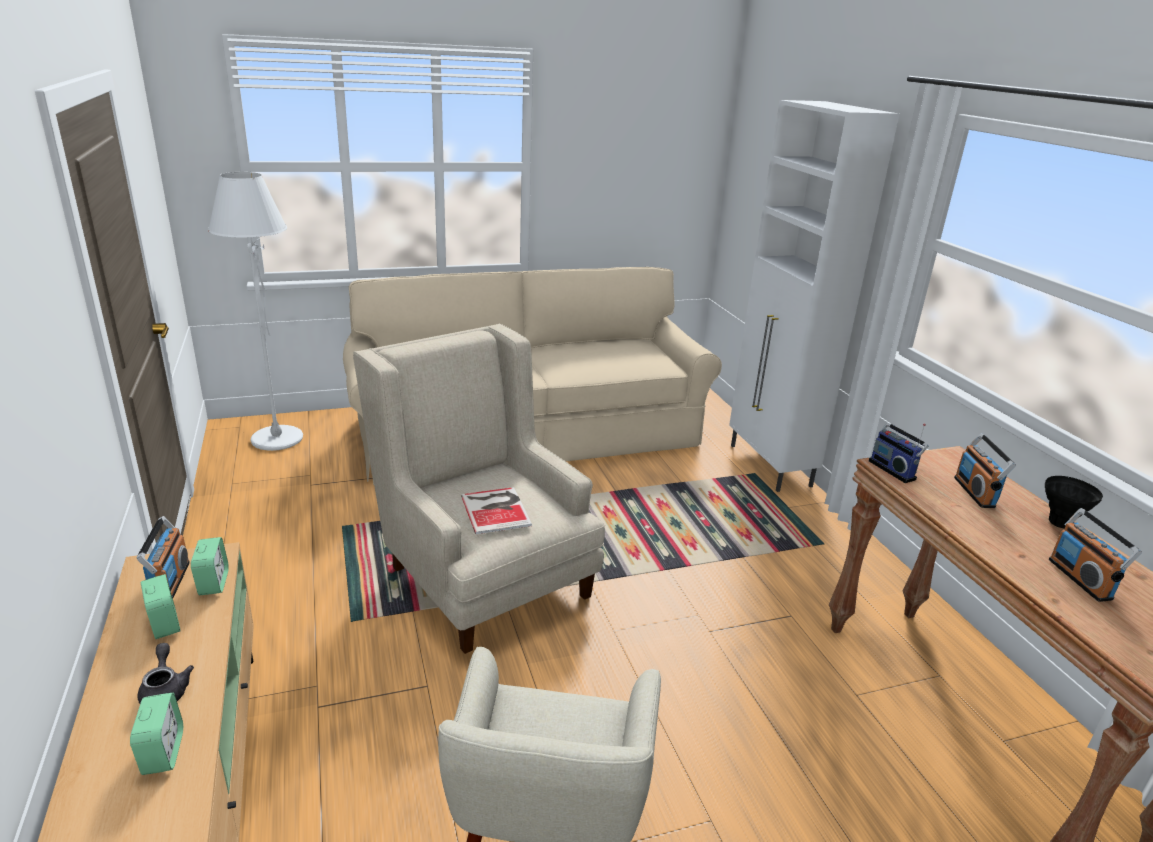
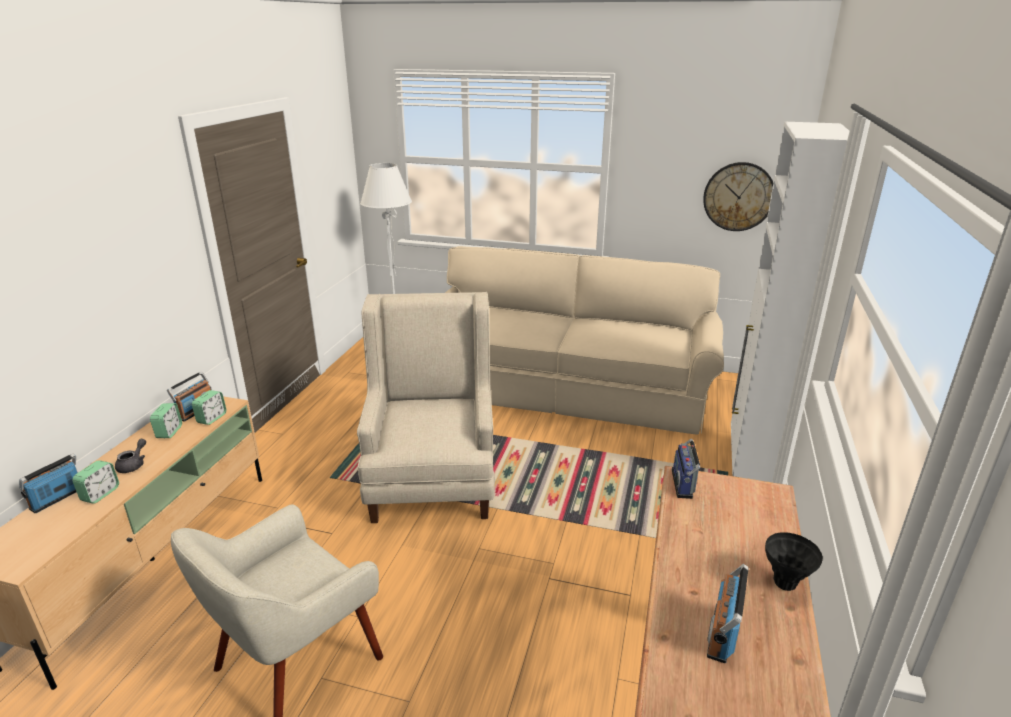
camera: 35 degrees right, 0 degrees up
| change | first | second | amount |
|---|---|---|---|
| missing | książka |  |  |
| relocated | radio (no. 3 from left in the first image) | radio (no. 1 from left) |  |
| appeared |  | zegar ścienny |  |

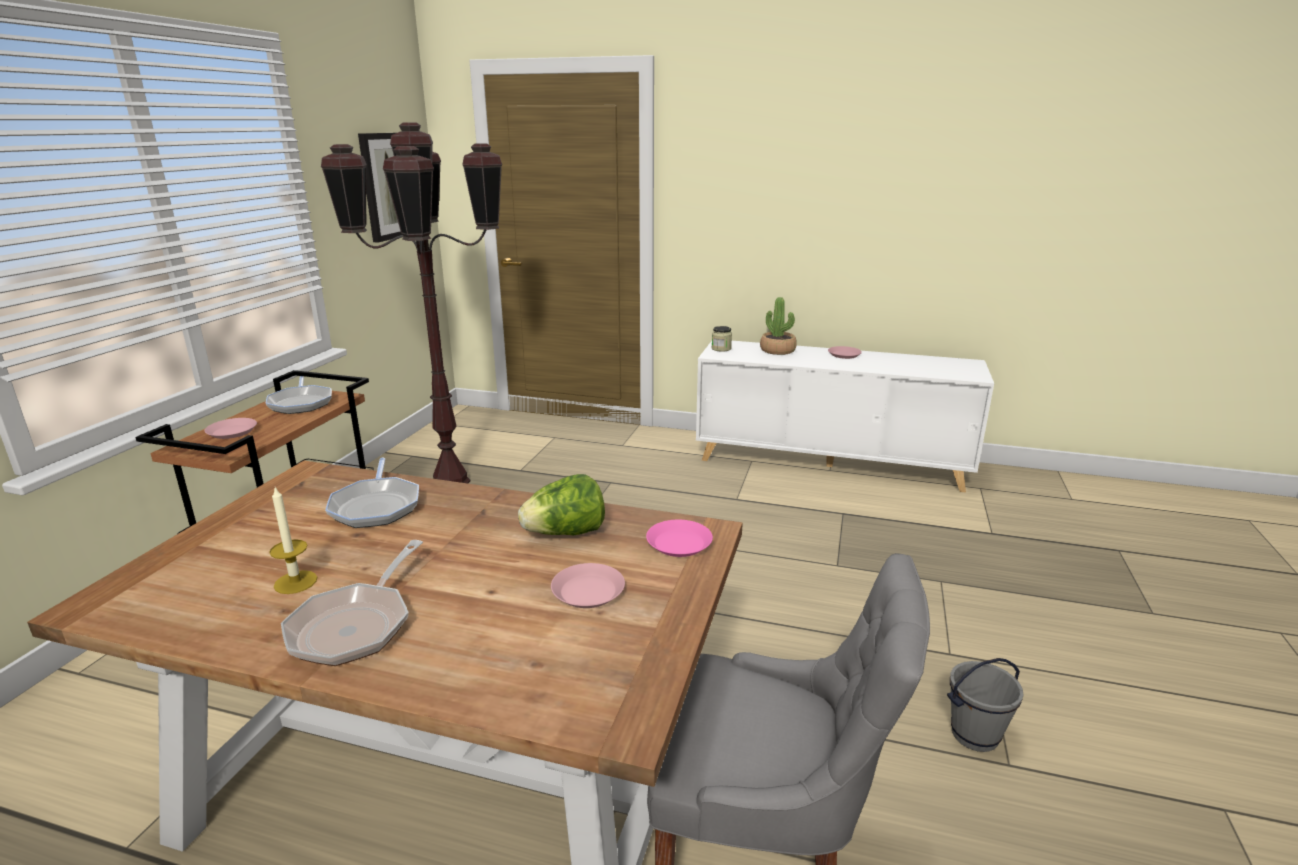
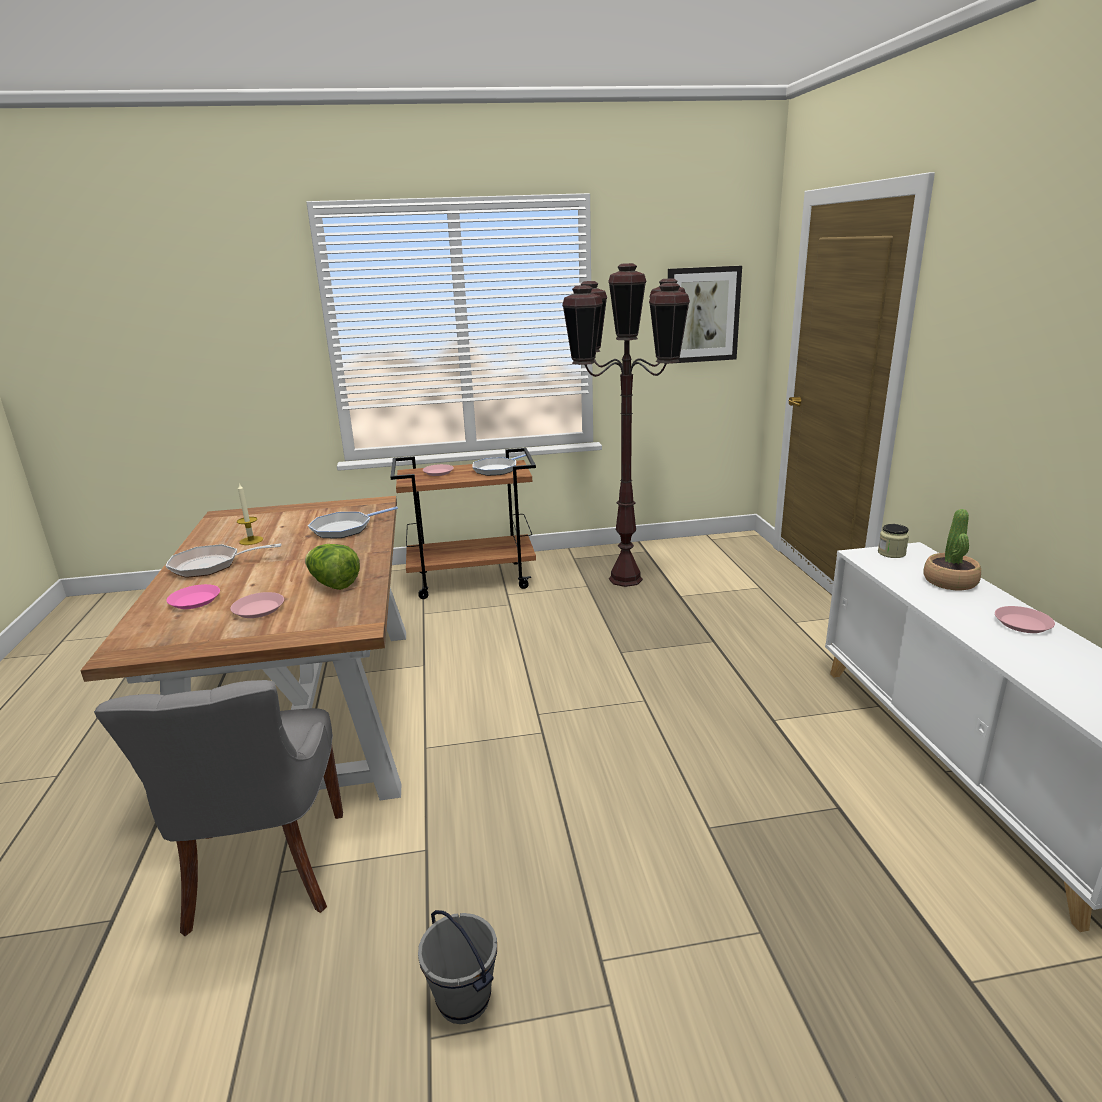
camera: 65 degrees right, 0 degrees up
| change | first | second | amount |
|---|---|---|---|
| relocated | talerz [różowy] (no. 3 from left in the first image) | talerz [różowy] (no. 1 from left) |  |

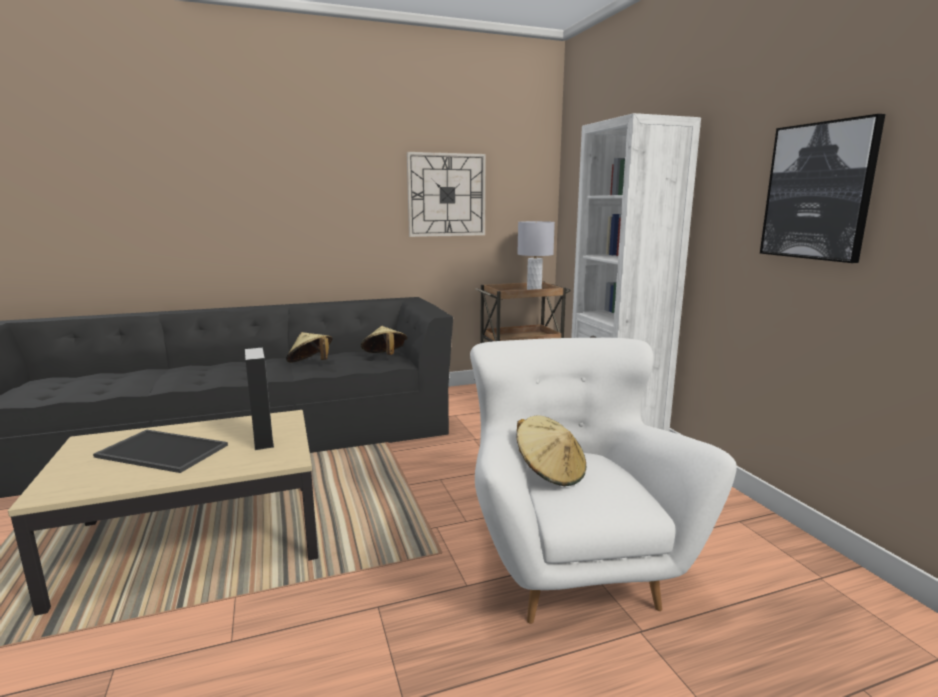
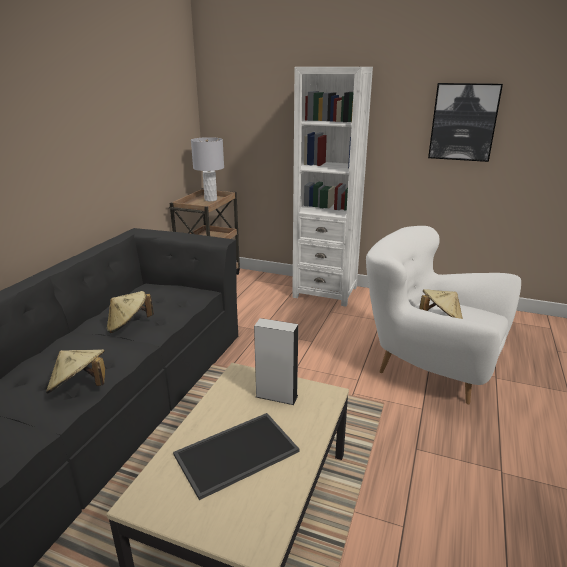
camera: 50 degrees left, 10 degrees up
| change | first | second | amount |
|---|---|---|---|
| relocated | kapelusz [beżowy] (no. 2 from left in the first image) | kapelusz [beżowy] (no. 1 from left) |  |
| missing | zegar ścienny |  |  |

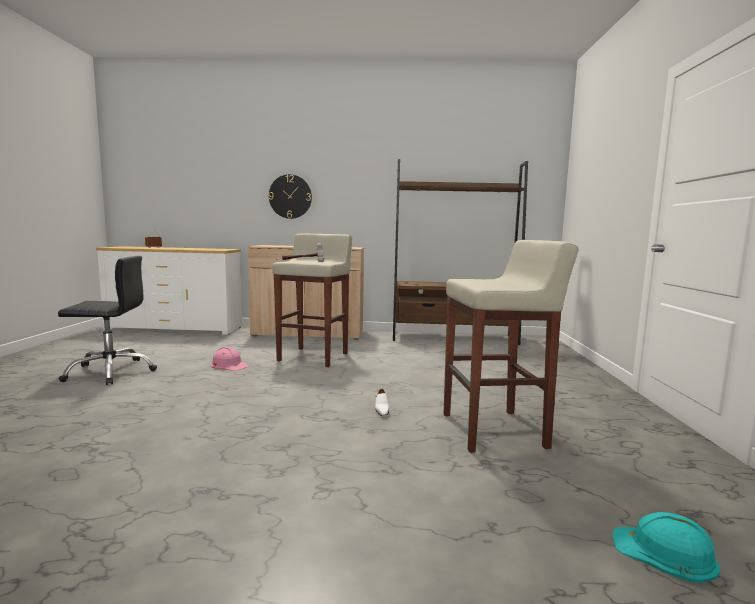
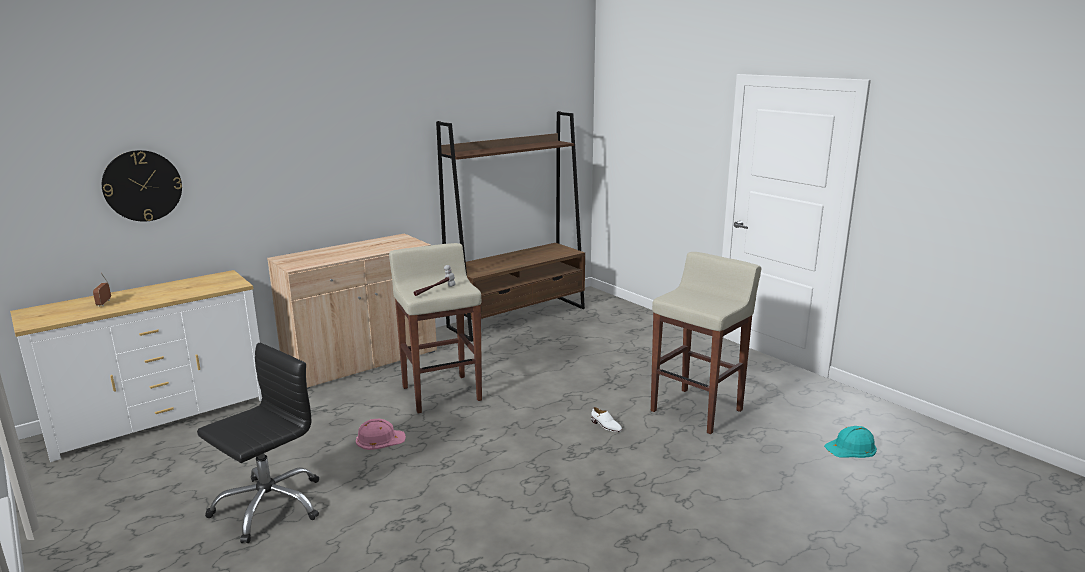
camera: 40 degrees left, 10 degrees up
| change | first | second | amount |
|---|---|---|---|
| relocated | zegar ścienny |  |  |

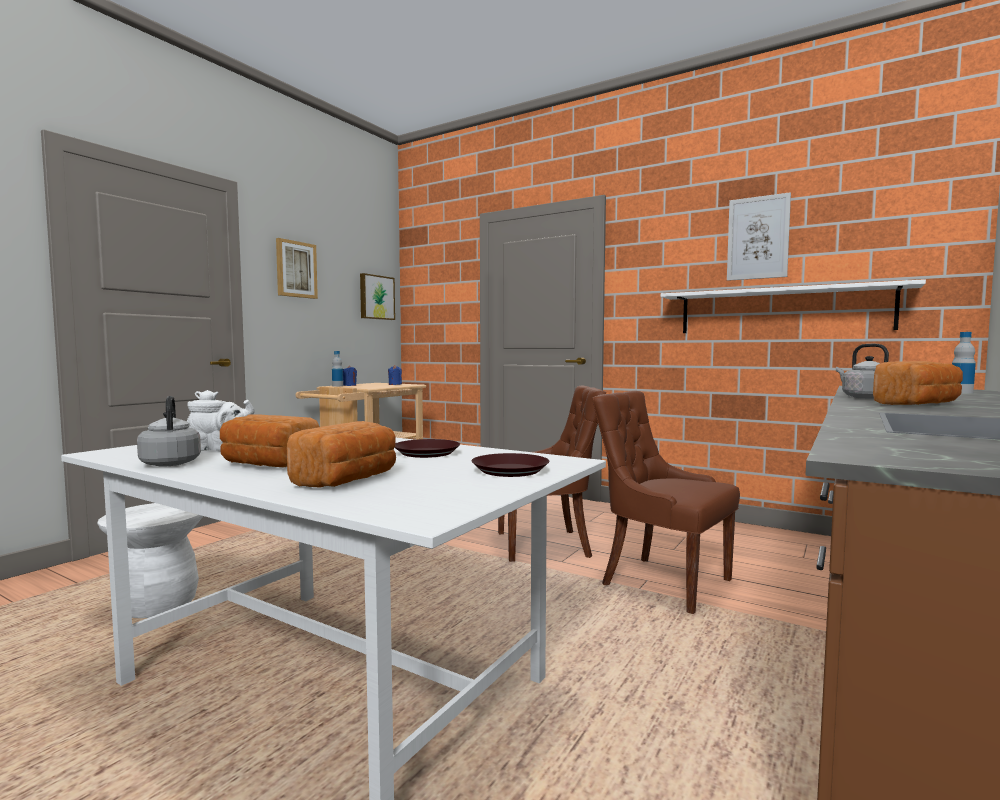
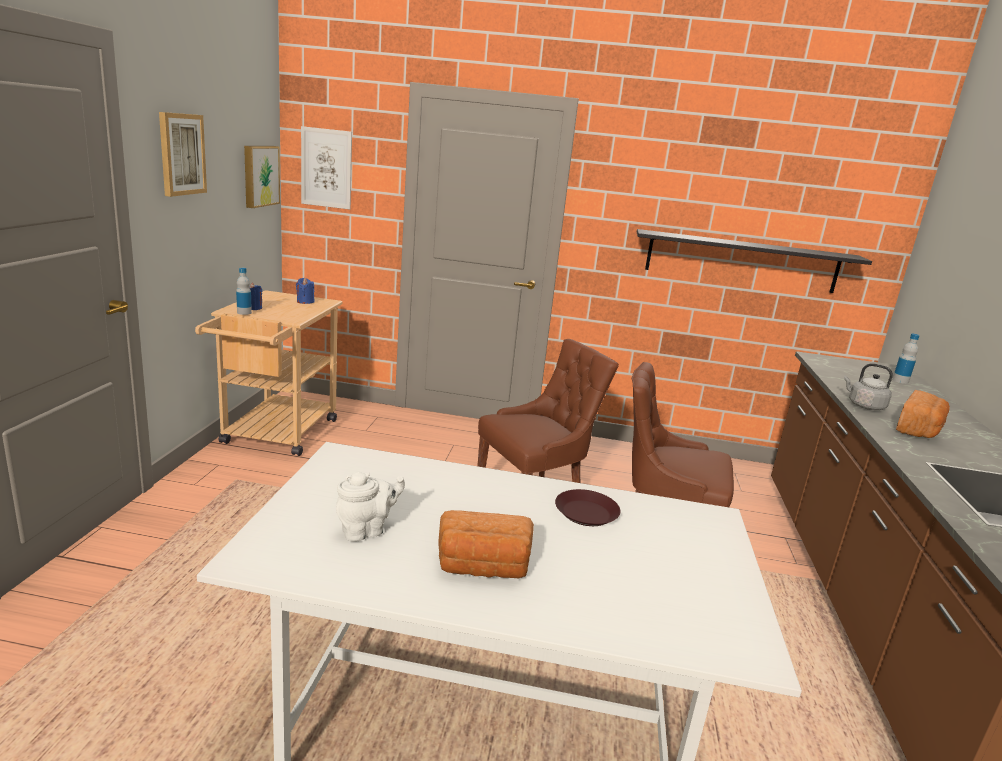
camera: 25 degrees left, 15 degrees up
| change | first | second | amount |
|---|---|---|---|
| missing | stołek [biały] |  |  |
| missing | czajnik [szary] (no. 1 from left) |  |  |
| missing | chleb (no. 2 from left) |  |  |
| missing | talerz [brązowy] (no. 2 from left) |  |  |
| colour | półka [biały] | półka [czarny] |  |
| relocated | obraz (no. 3 from left) |  |  |

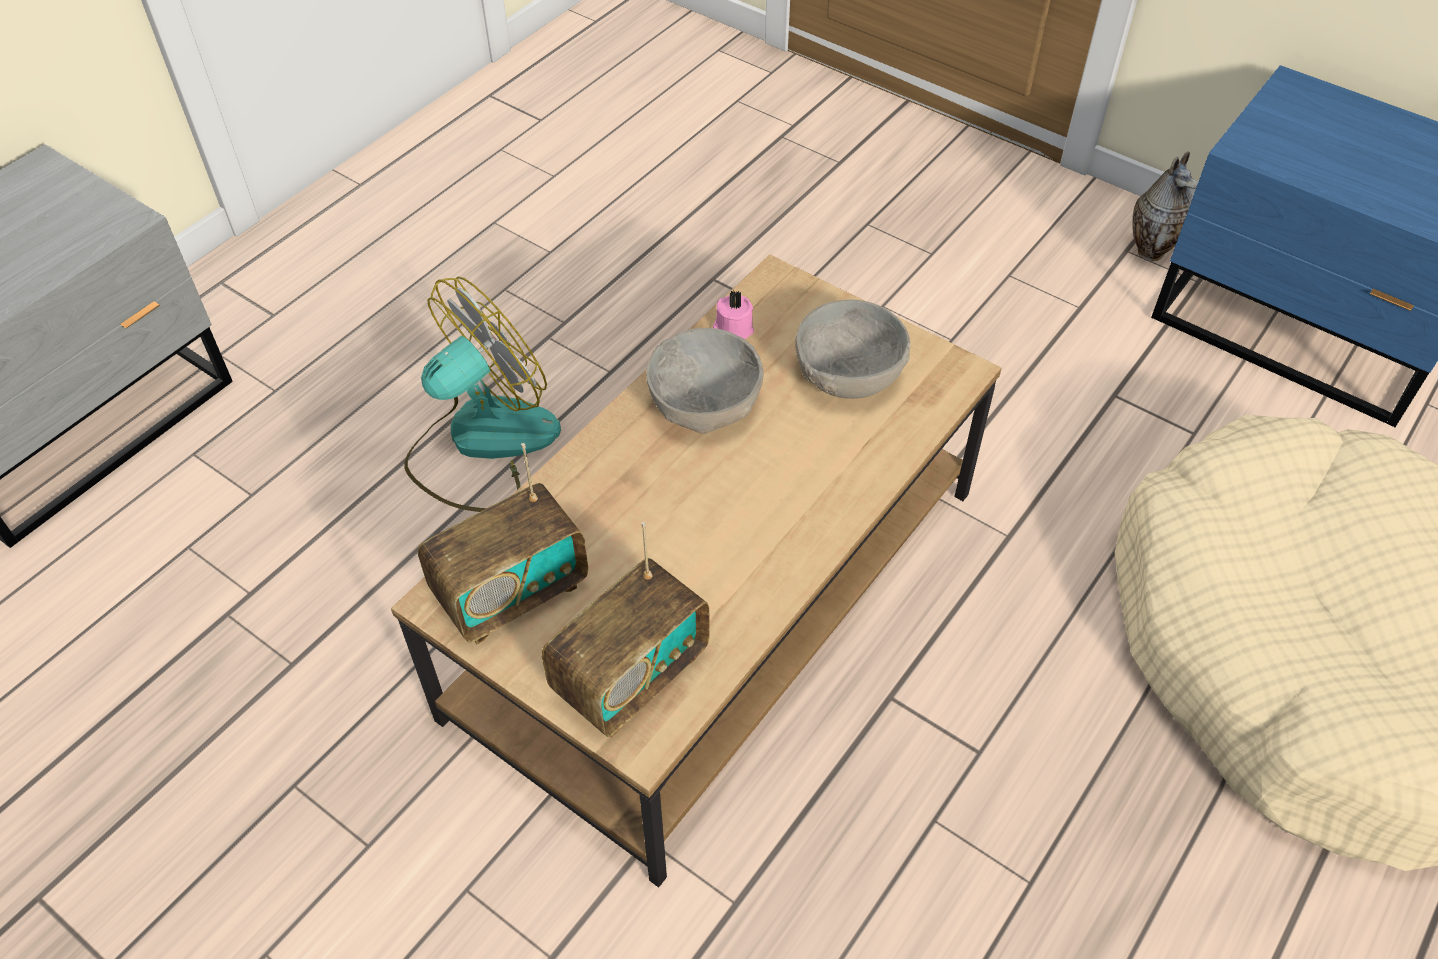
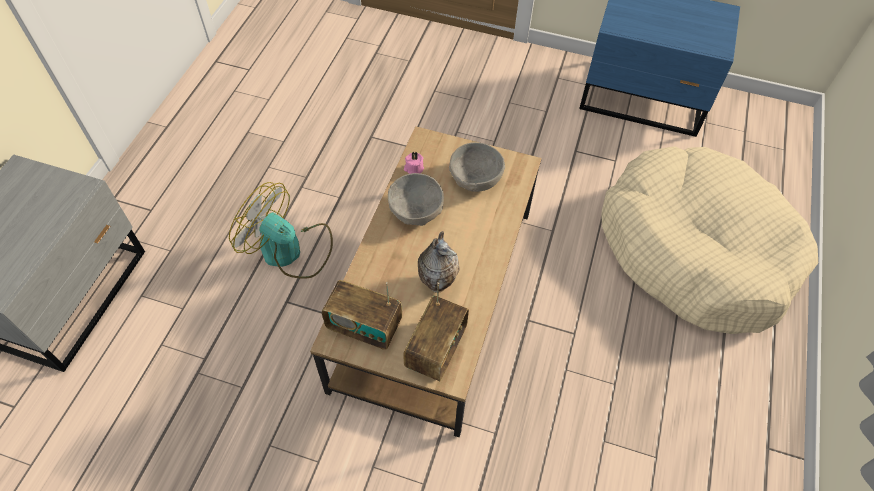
camera: 20 degrees left, 5 degrees up
| change | first | second | amount |
|---|---|---|---|
| spun | wentylator |  | 90 degrees counterclockwise |
| spun | radio (no. 1 from left) |  | 75 degrees clockwise |
| relocated | wazon |  |  |

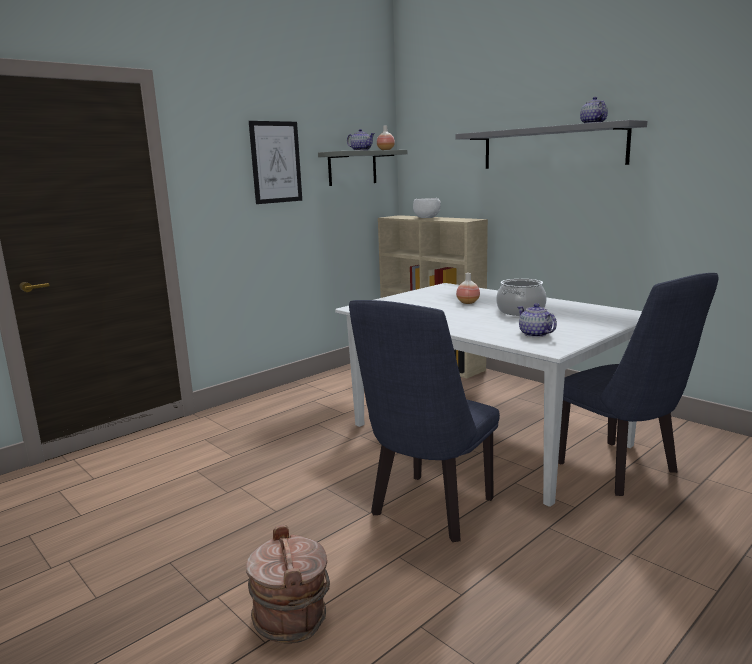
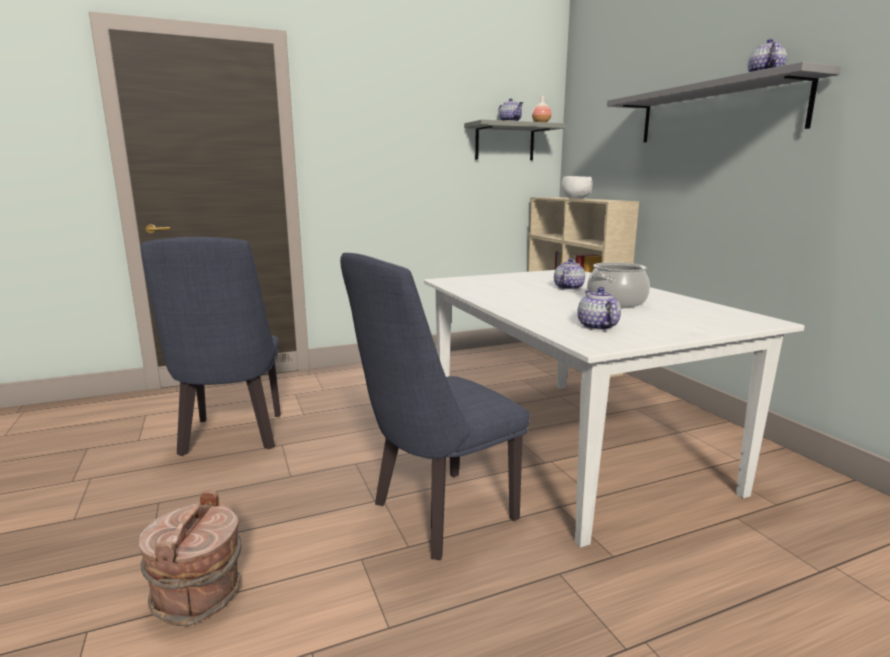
camera: 20 degrees right, 0 degrees up
| change | first | second | amount |
|---|---|---|---|
| missing | obraz |  |  |
| exchanged | wazon (no. 2 from left) | imbryk (no. 2 from left) |  |
| relocated | krzesło [niebieski] (no. 2 from left in the first image) | krzesło [niebieski] (no. 1 from left) |  |

